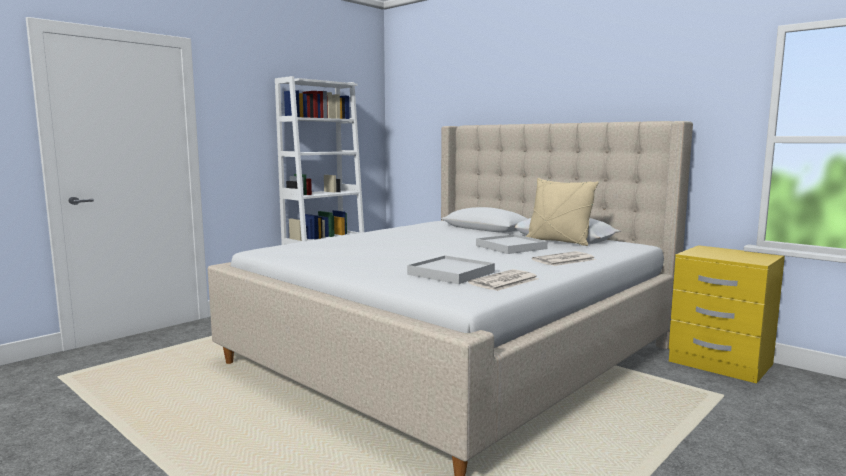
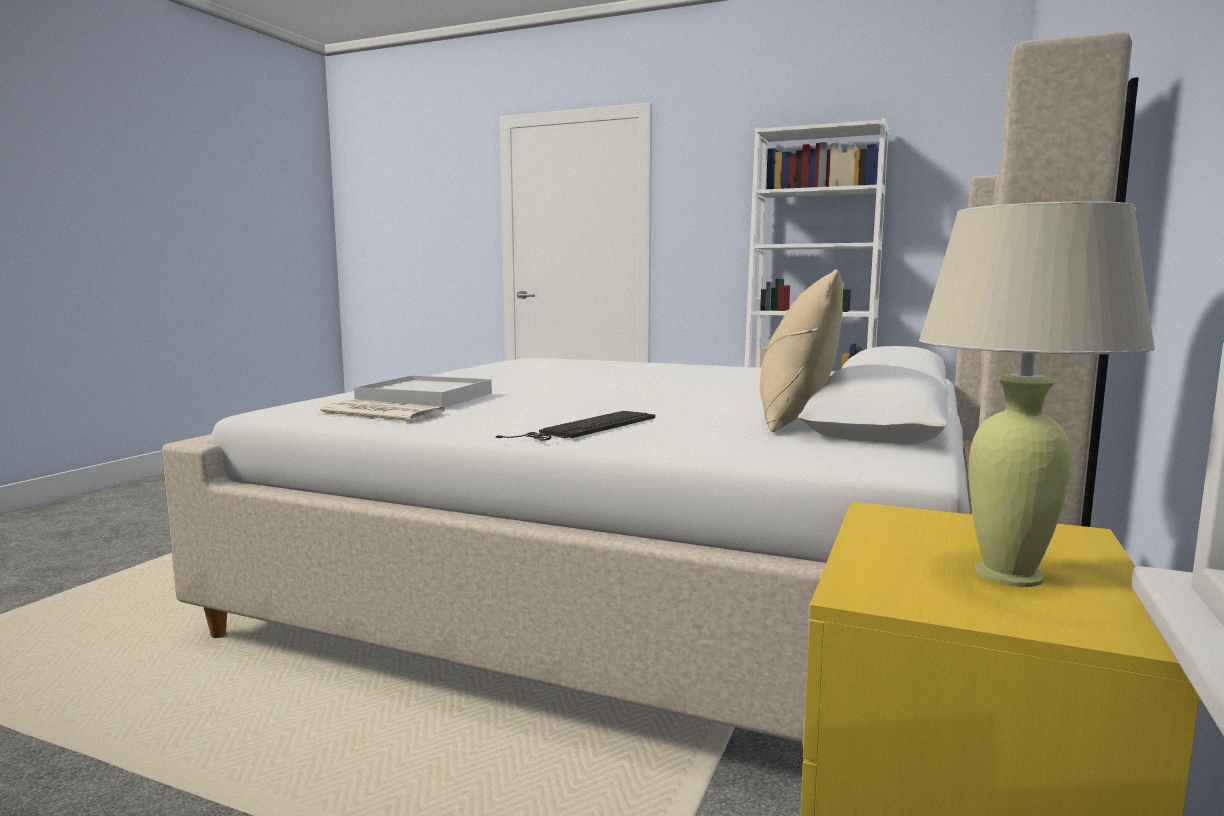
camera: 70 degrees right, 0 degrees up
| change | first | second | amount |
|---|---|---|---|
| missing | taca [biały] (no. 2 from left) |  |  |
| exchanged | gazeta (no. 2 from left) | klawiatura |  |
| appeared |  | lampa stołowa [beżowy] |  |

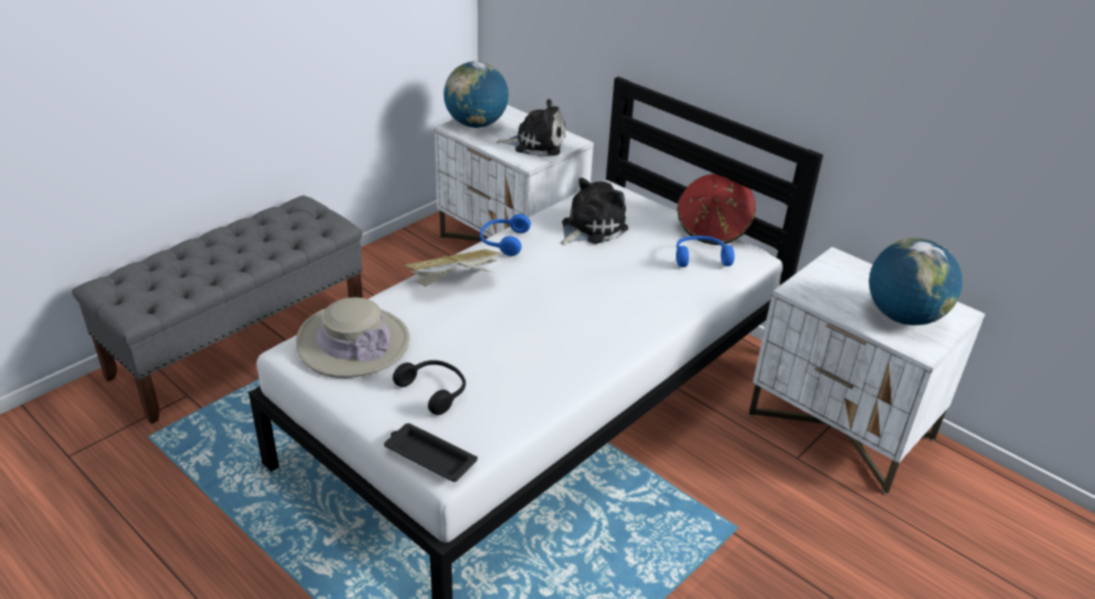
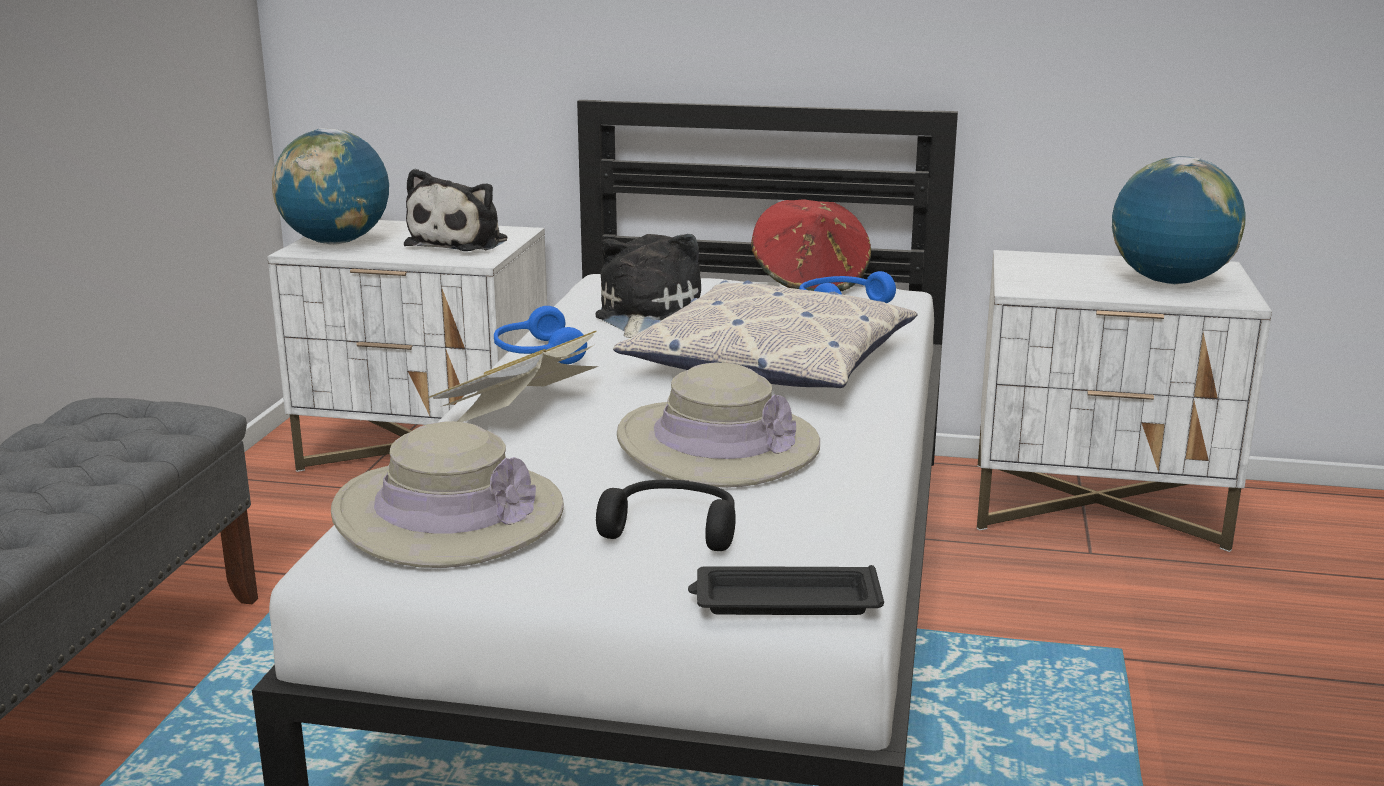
camera: 30 degrees left, 15 degrees down
| change | first | second | amount |
|---|---|---|---|
| spun | pluszak (no. 1 from left) |  | 135 degrees clockwise |
| appeared |  | poduszka |  |
| appeared |  | kapelusz [beżowy] (no. 2 from left) |  |

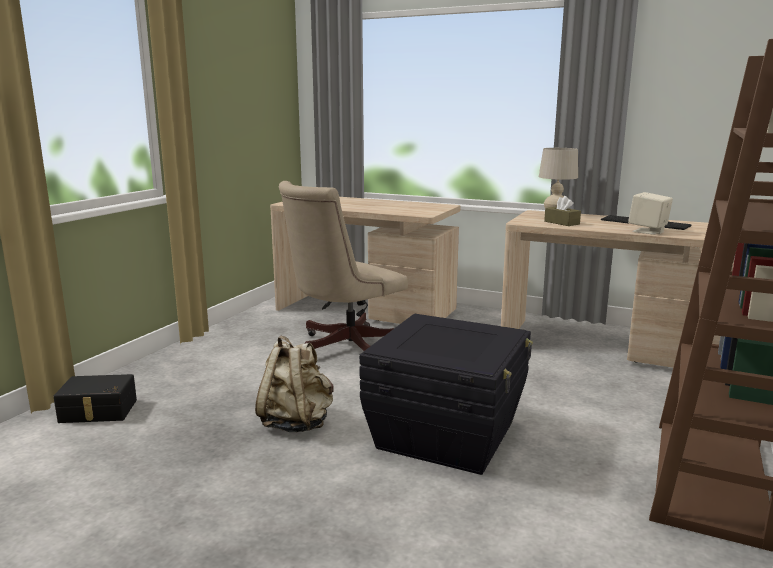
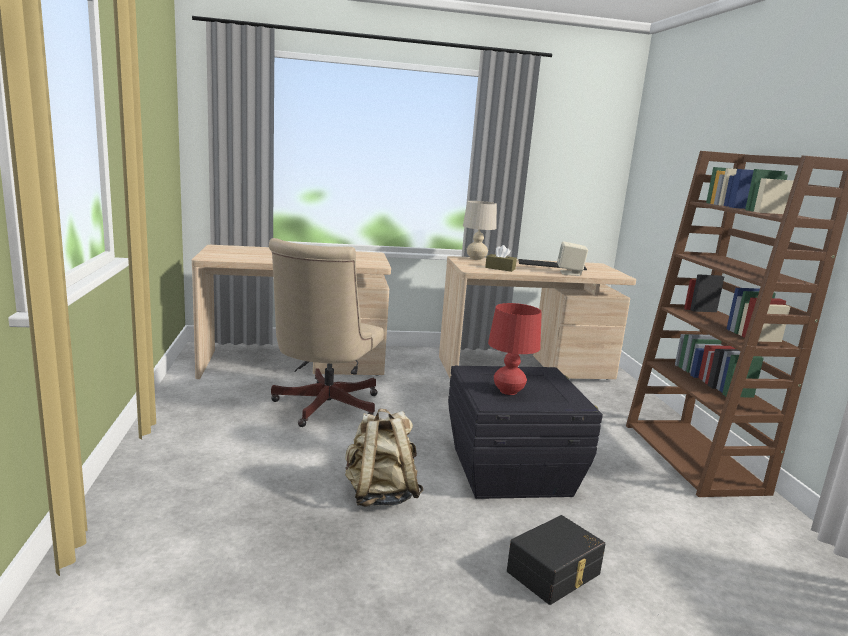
camera: 35 degrees left, 0 degrees up
| change | first | second | amount |
|---|---|---|---|
| relocated | pojemnik do przechowywania [czarny] (no. 1 from left in the first image) | pojemnik do przechowywania [czarny] (no. 2 from left) |  |
| appeared |  | lampa stołowa [czerwony] |  |

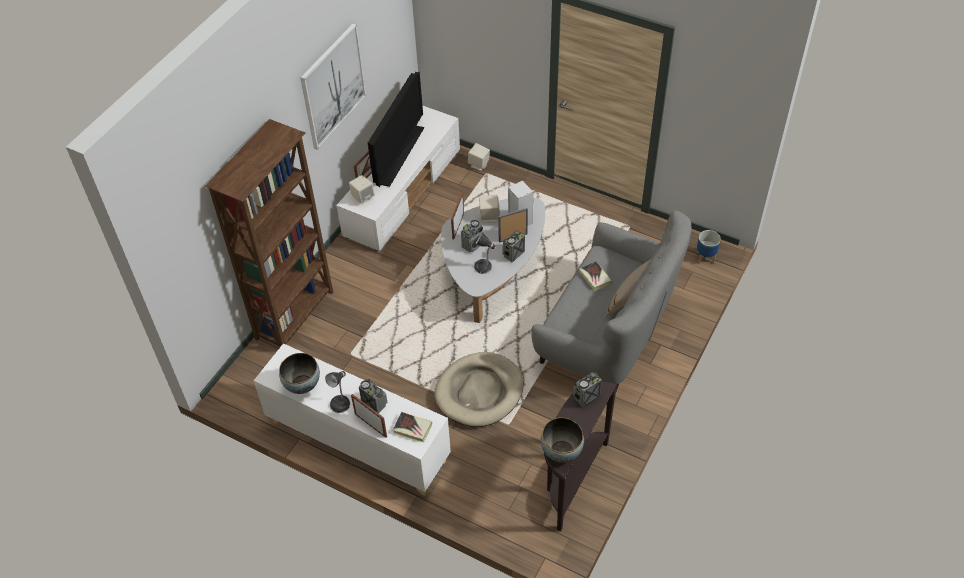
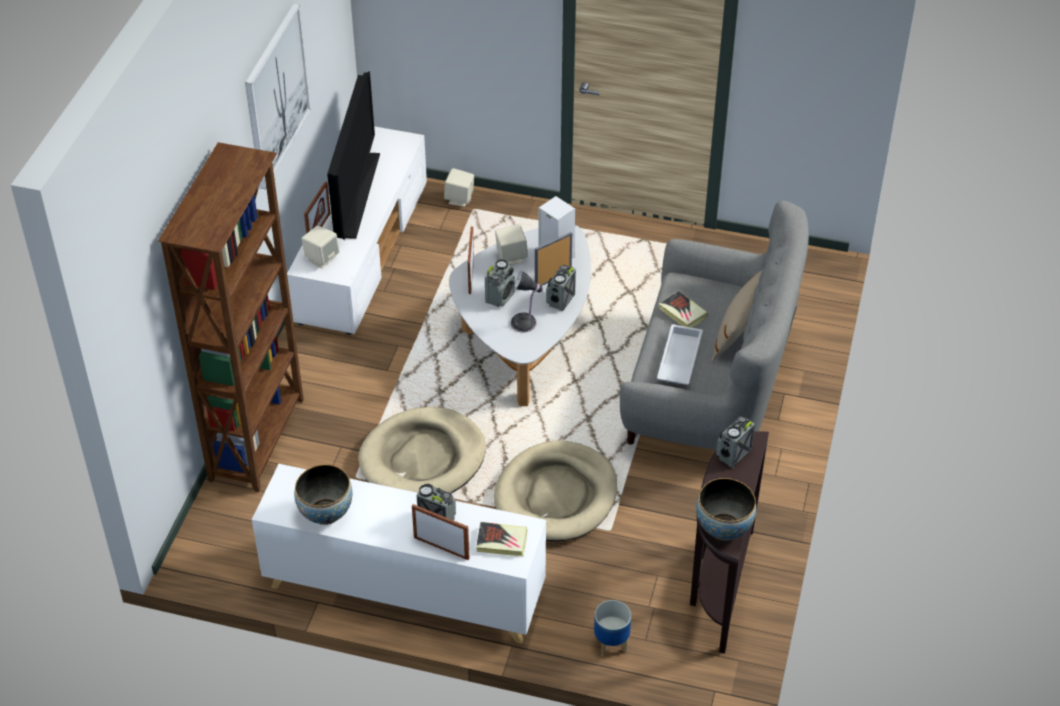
camera: 15 degrees left, 5 degrees down
| change | first | second | amount |
|---|---|---|---|
| missing | lampa stołowa (no. 1 from left) |  |  |
| relocated | donica |  |  |
| appeared |  | legowisko [beżowy] (no. 1 from left) |  |
| appeared |  | taca [biały] |  |

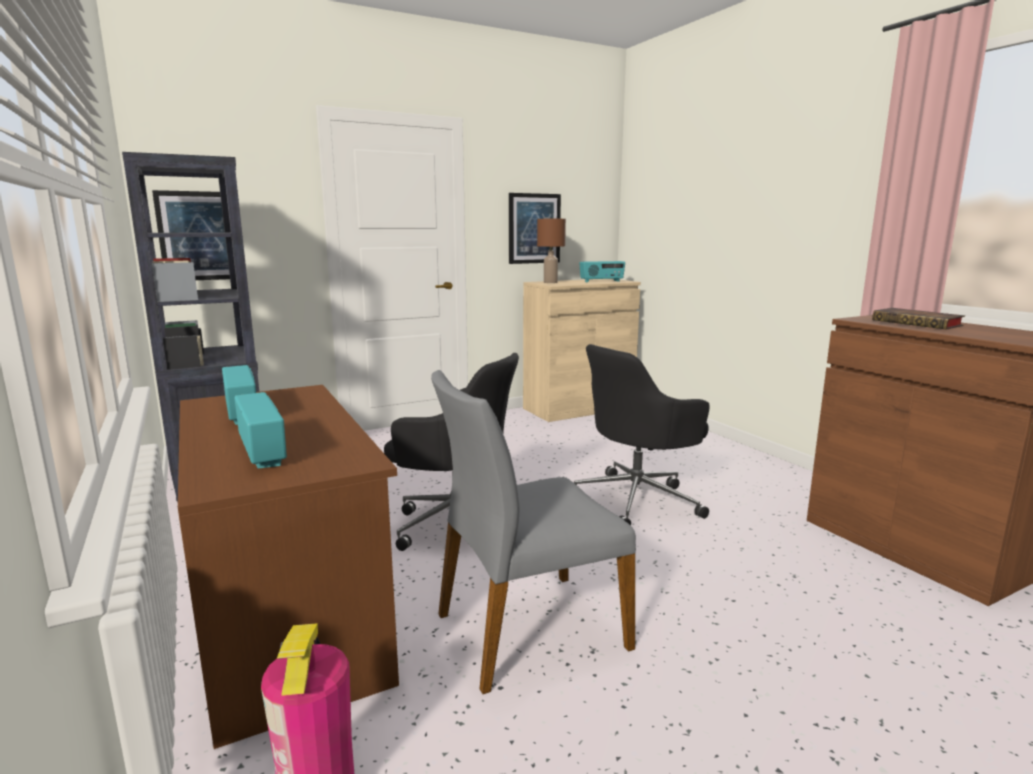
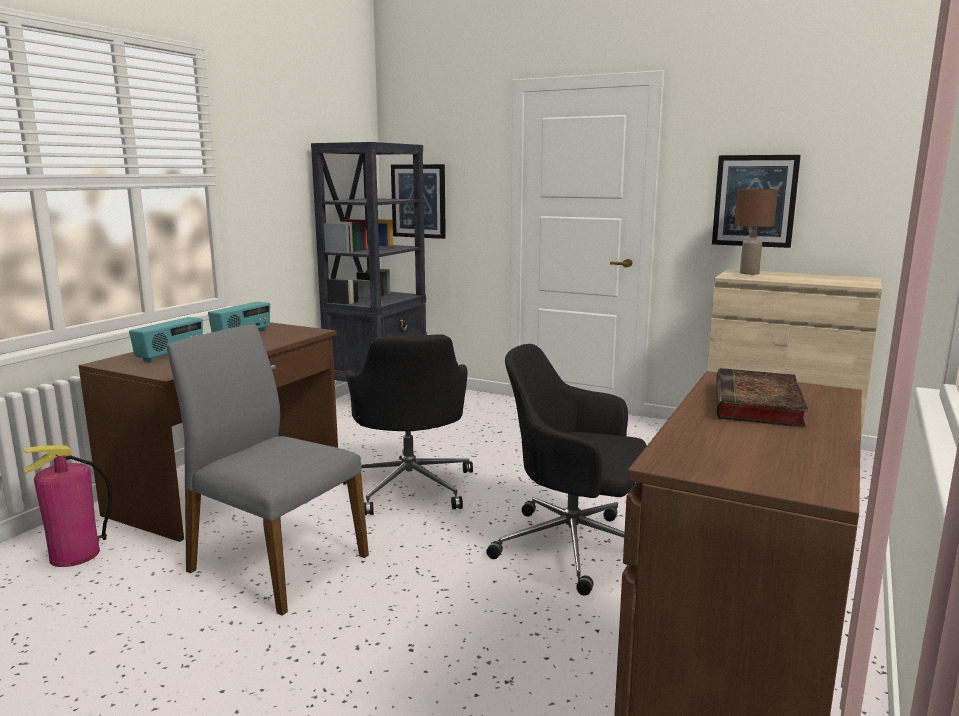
camera: 55 degrees right, 0 degrees up
| change | first | second | amount |
|---|---|---|---|
| missing | radio (no. 3 from left) |  |  |

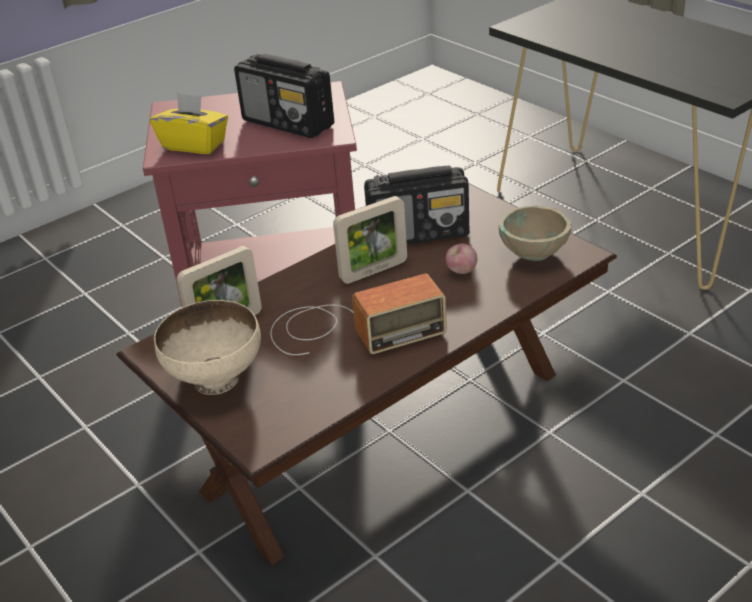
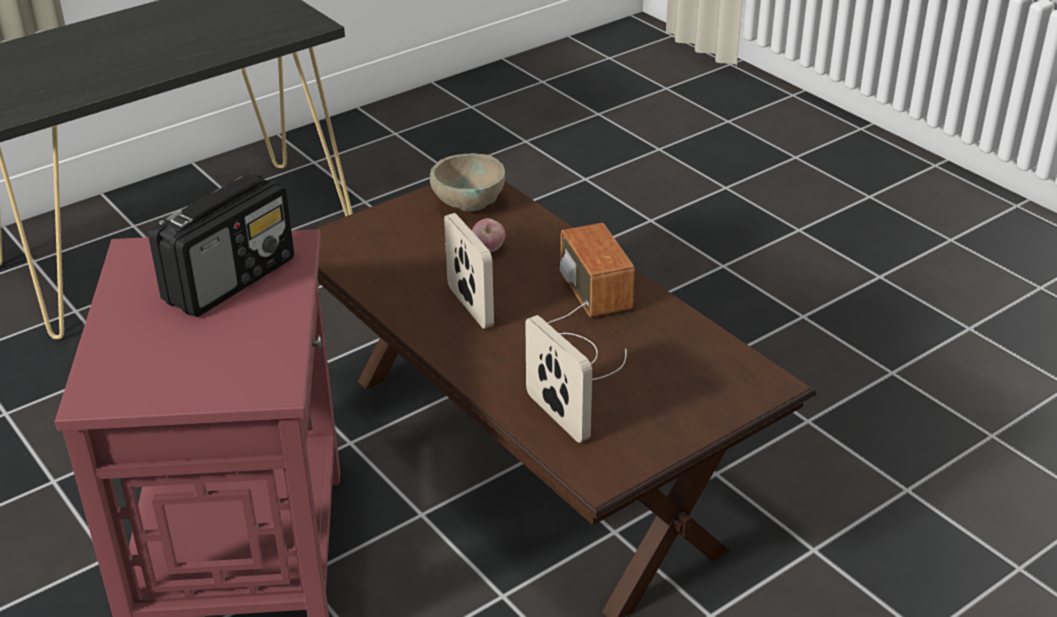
camera: 90 degrees left, 0 degrees up
| change | first | second | amount |
|---|---|---|---|
| missing | pudełko chusteczek [żółty] |  |  |
| missing | miska [beżowy] (no. 1 from left) |  |  |
| missing | radio (no. 3 from left) |  |  |

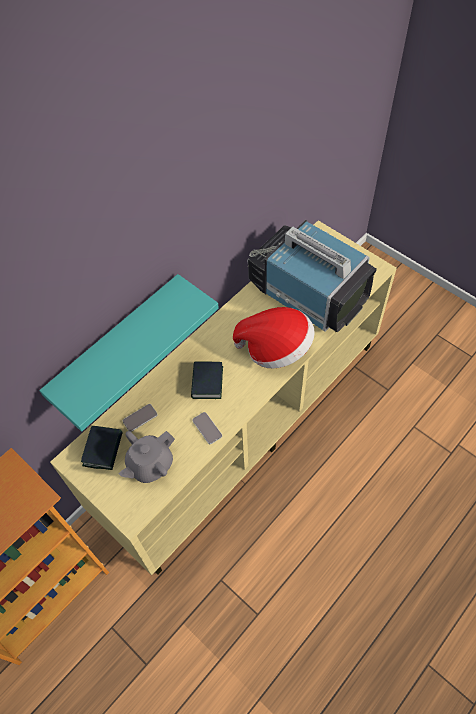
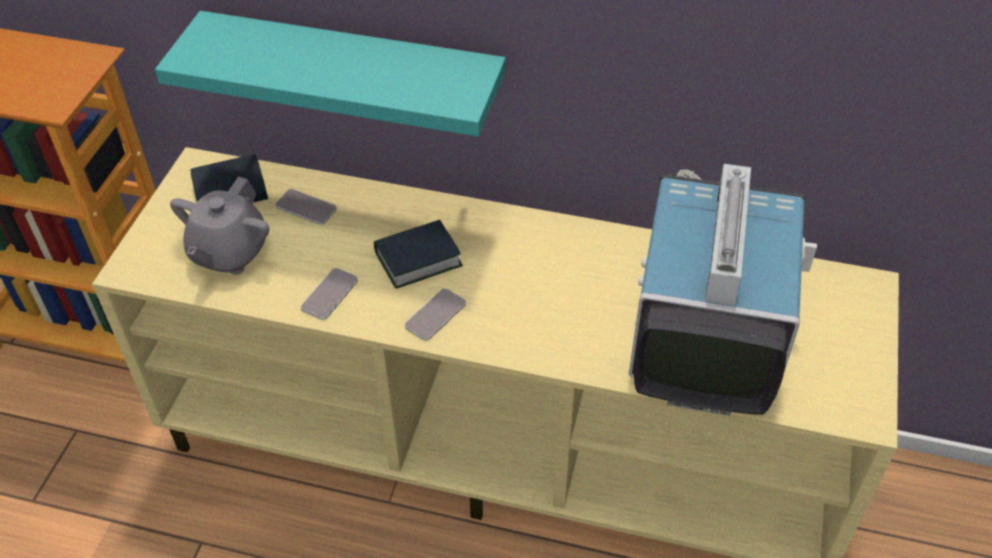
camera: 60 degrees right, 10 degrees down
| change | first | second | amount |
|---|---|---|---|
| spun | imbryk [szary] |  | 90 degrees counterclockwise |
| missing | kapelusz |  |  |
| appeared |  | telefon (no. 3 from left) |  |

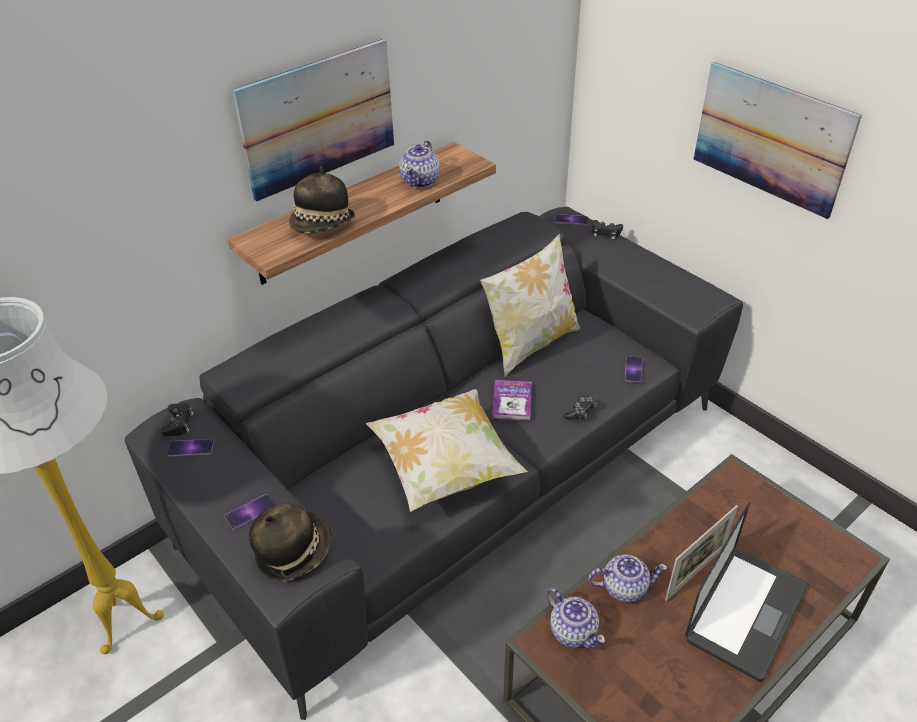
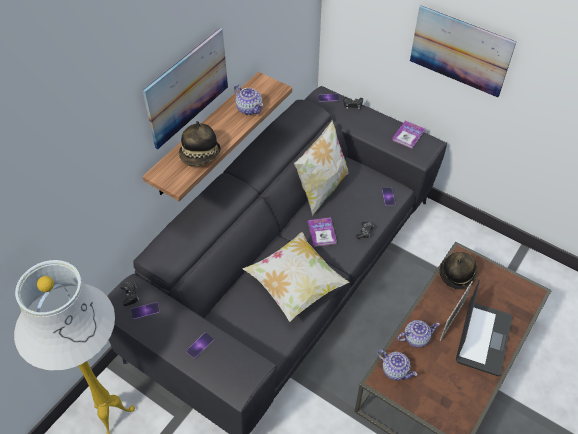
camera: 15 degrees left, 10 degrees up
| change | first | second | amount |
|---|---|---|---|
| relocated | kapelusz (no. 1 from left in the first image) | kapelusz (no. 2 from left) |  |
| spun | imbryk (no. 1 from left) |  | 45 degrees counterclockwise |
| appeared |  | książka (no. 2 from left) |  |

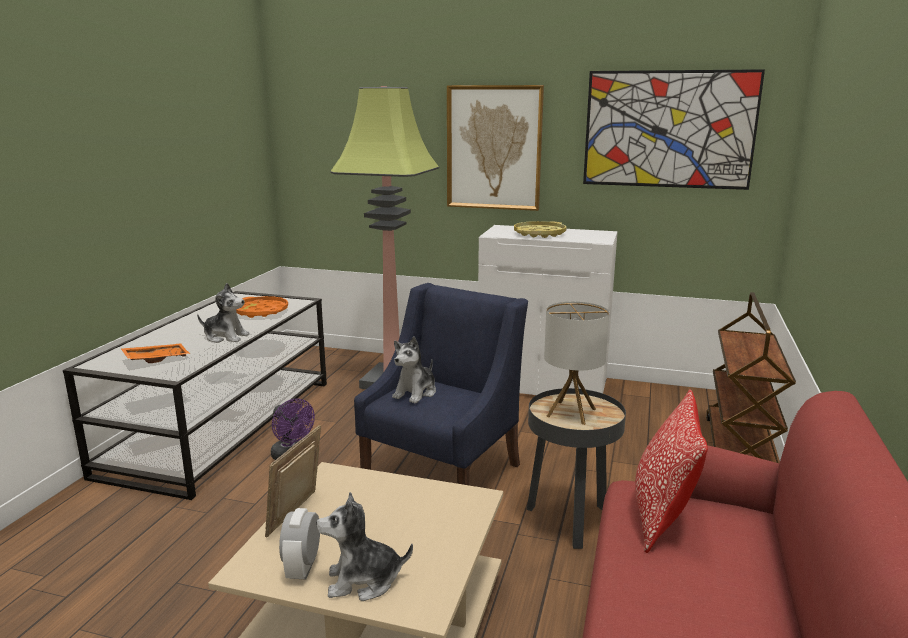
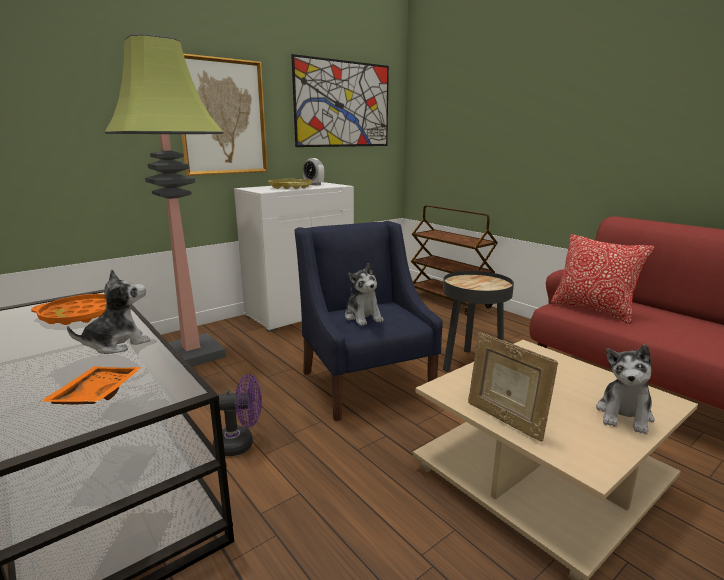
camera: 55 degrees left, 0 degrees up
| change | first | second | amount |
|---|---|---|---|
| relocated | budzik |  |  |
| missing | lampa stołowa |  |  |

